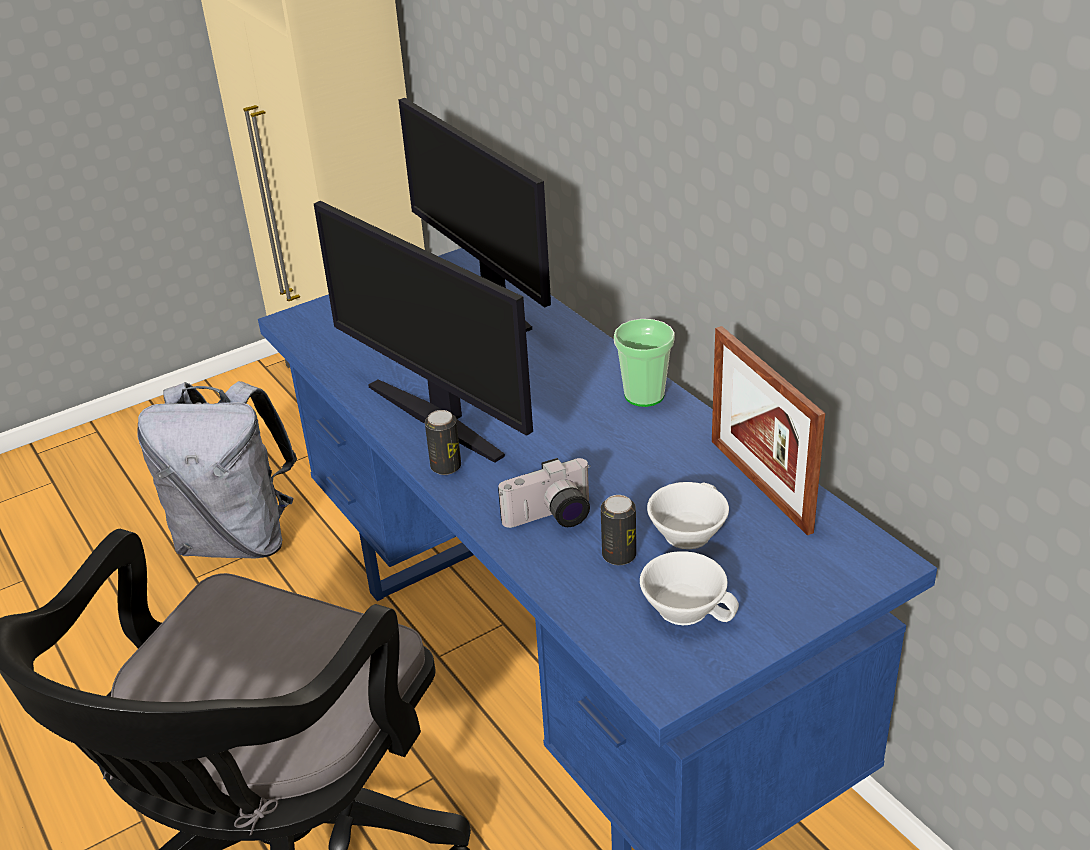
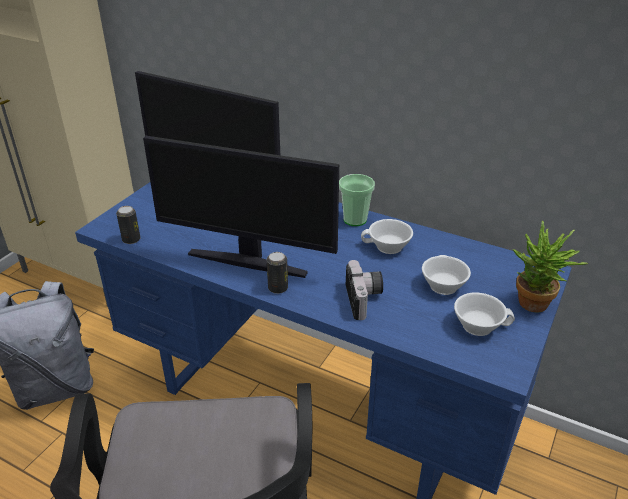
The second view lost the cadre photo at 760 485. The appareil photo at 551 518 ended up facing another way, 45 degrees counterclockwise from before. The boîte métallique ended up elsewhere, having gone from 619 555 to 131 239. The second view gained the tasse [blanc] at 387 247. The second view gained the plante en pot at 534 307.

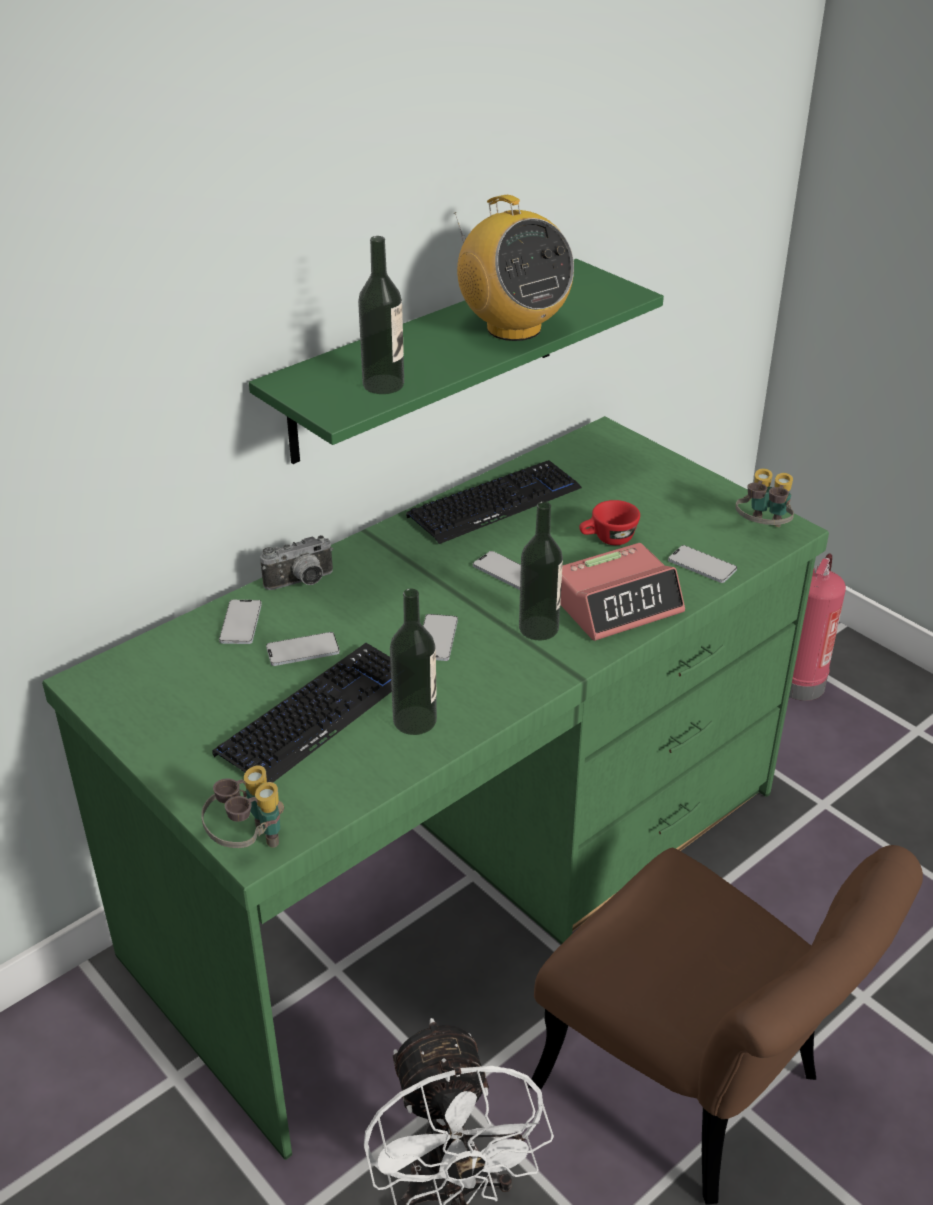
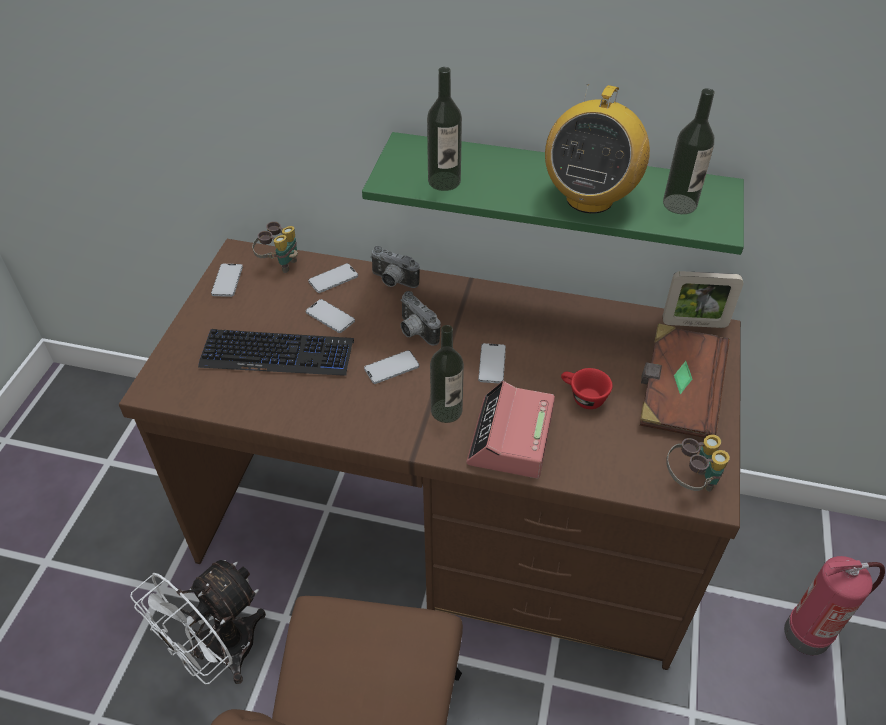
What was the bureau [vert] at 467 874 turned into the bureau [marron] at 444 529. The second view lost the clavier at 495 503. The réveil at 617 604 ended up facing another way, 75 degrees clockwise from before. The téléphone ended up elsewhere, having gone from 702 565 to 227 281. The bouteille ended up elsewhere, having gone from 415 720 to 679 204. The jumelles ended up elsewhere, having gone from 248 842 to 279 263. The second view gained the cadre photo at 694 324. The second view gained the appareil photo at 415 332. The second view gained the livre [marron] at 677 396.

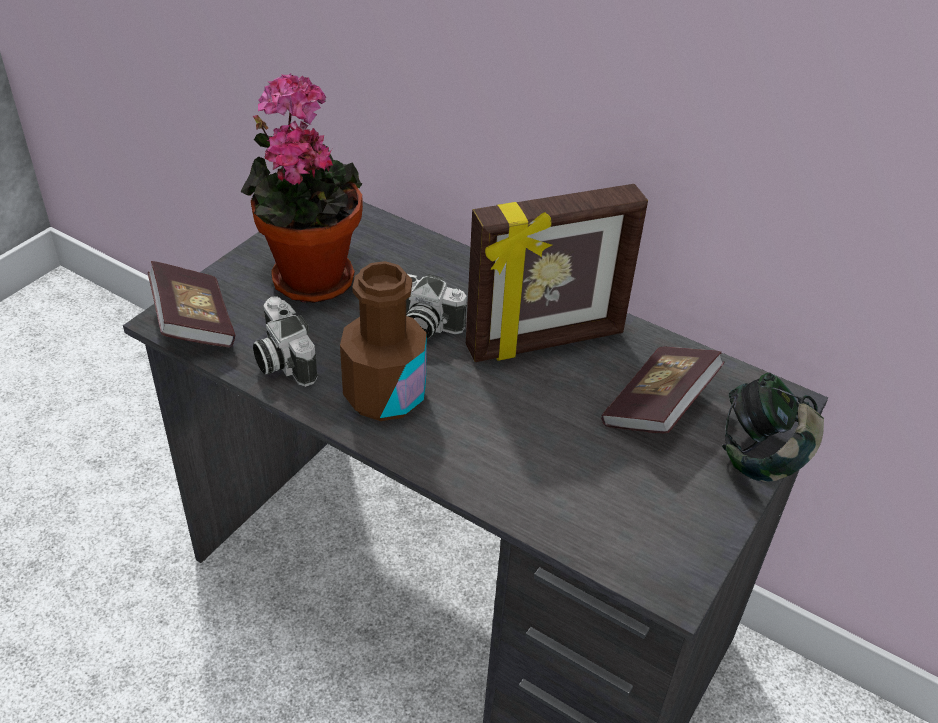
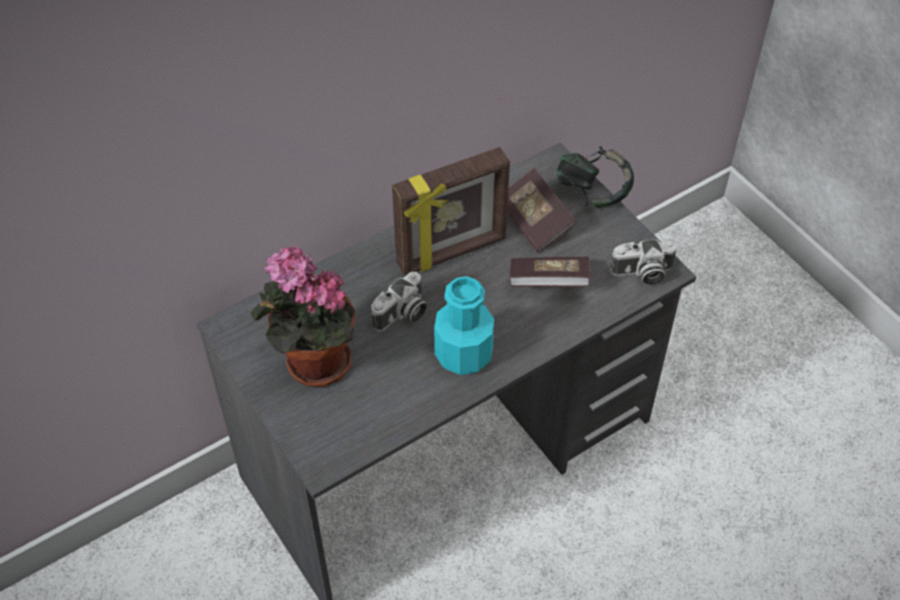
The cadre photo at 546 342 ended up facing another way, 60 degrees clockwise from before. The livre ended up elsewhere, having gone from 194 323 to 548 283. What was the bouteille [marron] at 385 395 turned into the bouteille [turquoise] at 463 354. The appareil photo ended up elsewhere, having gone from 281 360 to 642 273.

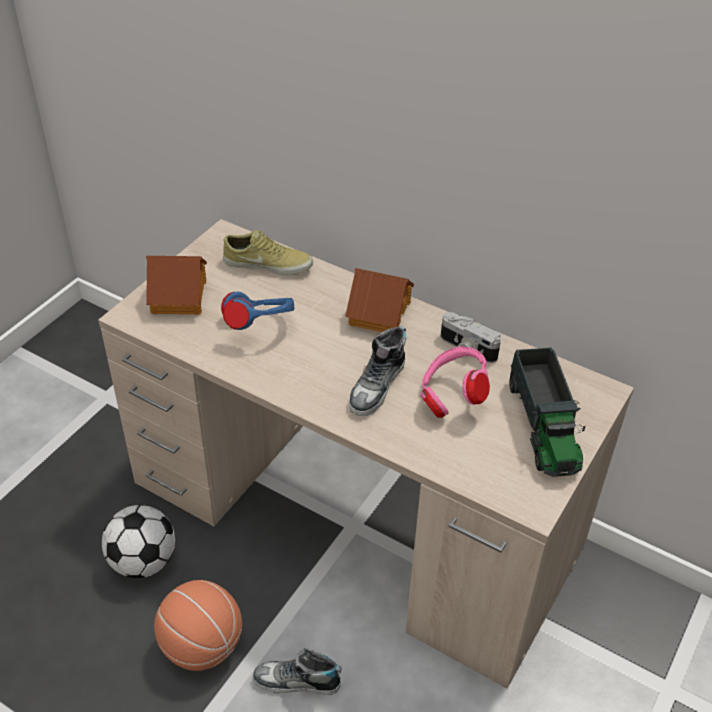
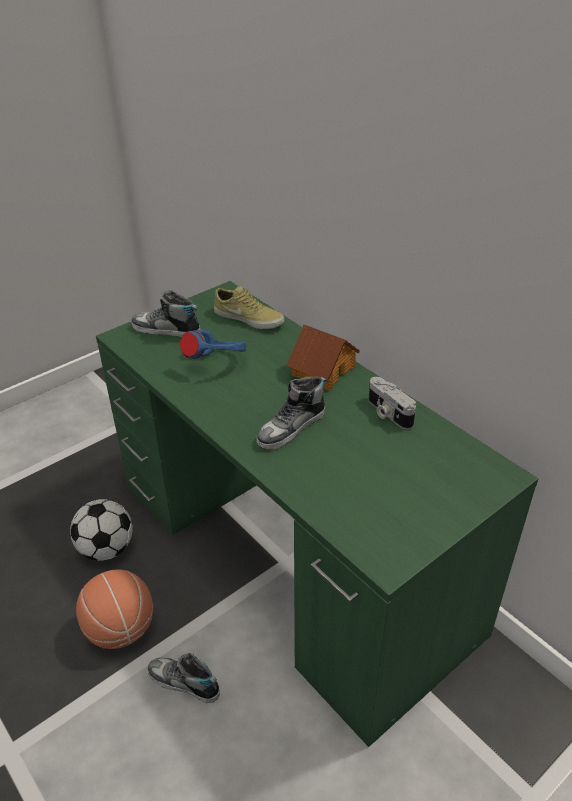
What was the bureau [beige] at 354 516 turned into the bureau [vert] at 290 555. Where the maison miniature stood at 180 296, the chaussure came to stand at 166 330. The second view lost the casque audio [rose] at 451 397. The second view lost the camion jouet at 543 425.

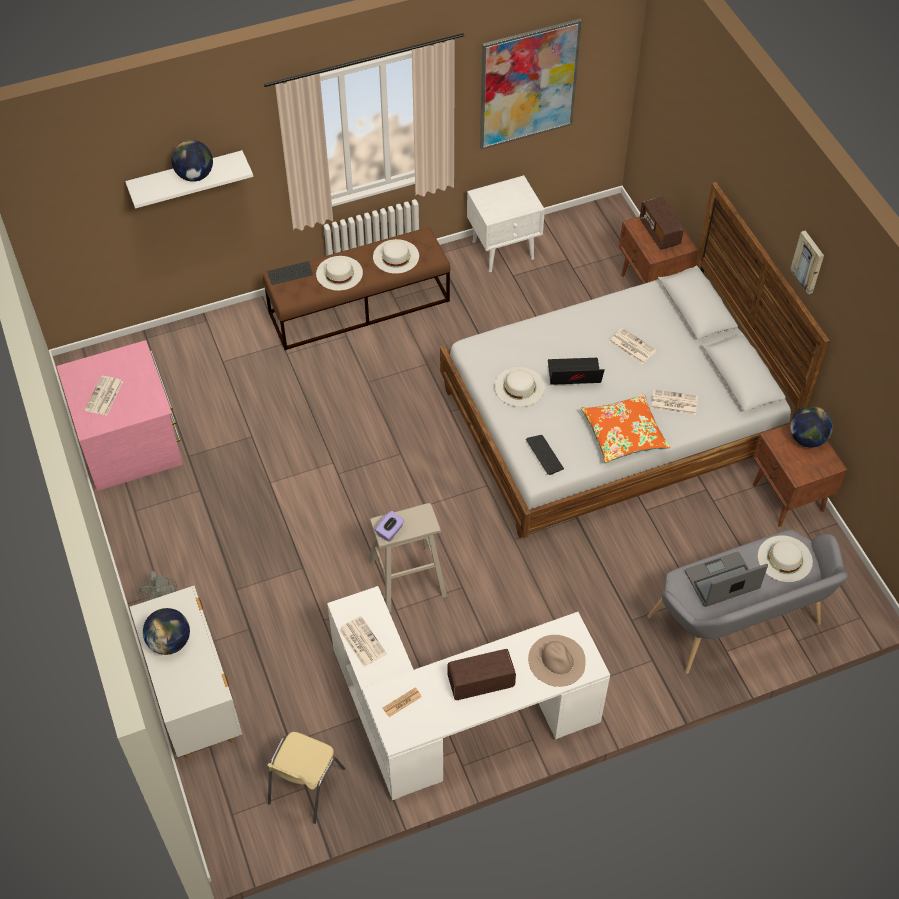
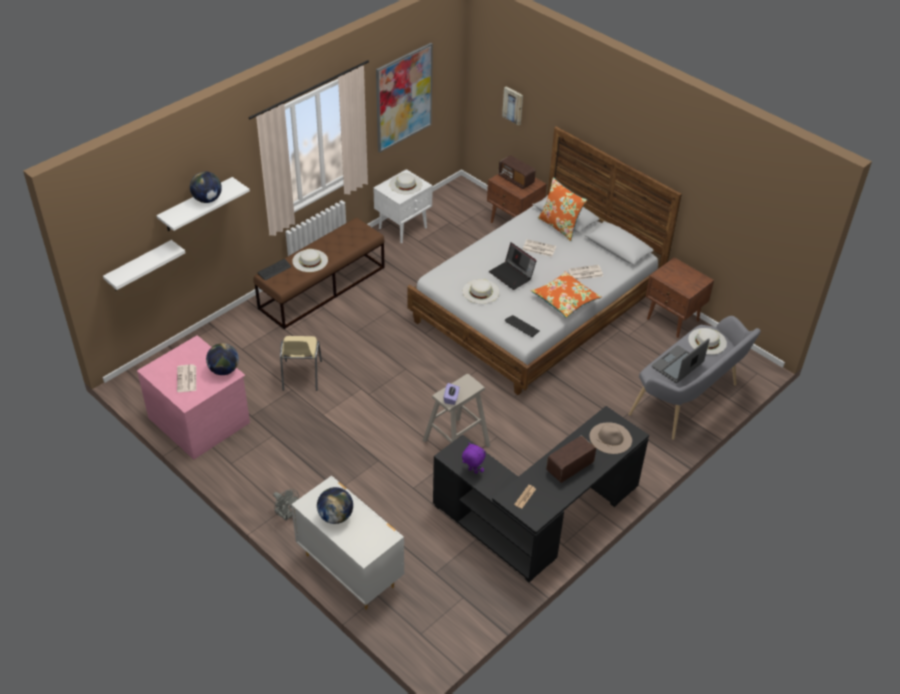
The tableau ended up elsewhere, having gone from 809 261 to 513 105. The chapeau [blanc] ended up elsewhere, having gone from 396 256 to 405 184. The ordinateur portable at 573 376 ended up facing another way, 105 degrees counterclockwise from before. The globe ended up elsewhere, having gone from 807 439 to 224 370. What was the bureau [blanc] at 454 719 turned into the bureau [noir] at 540 518. Where the journal stood at 361 641, the peluche [violet] came to stand at 472 471. The chaise [beige] ended up elsewhere, having gone from 305 786 to 301 376. The second view gained the coussin [orange] at 560 226. The second view gained the étagère [blanc] at 139 266.

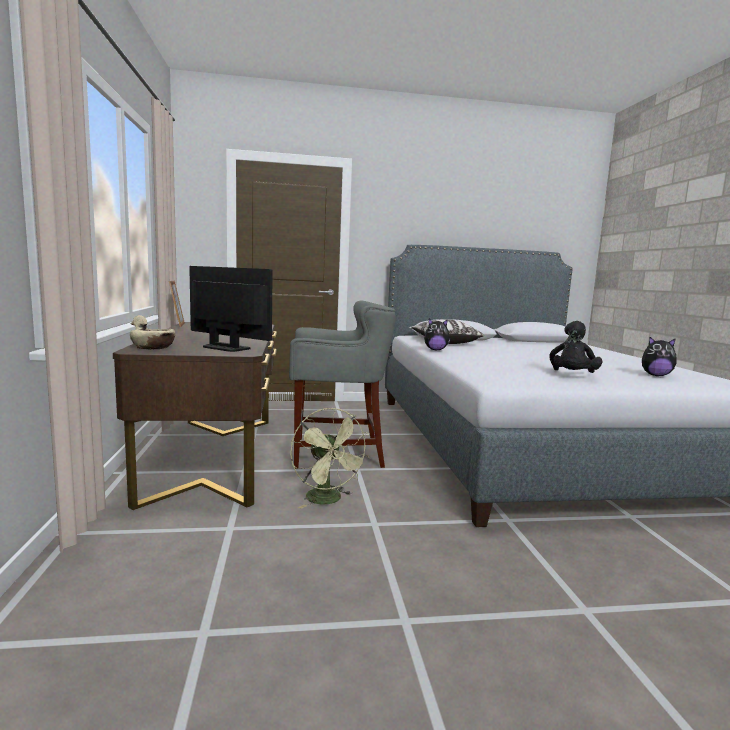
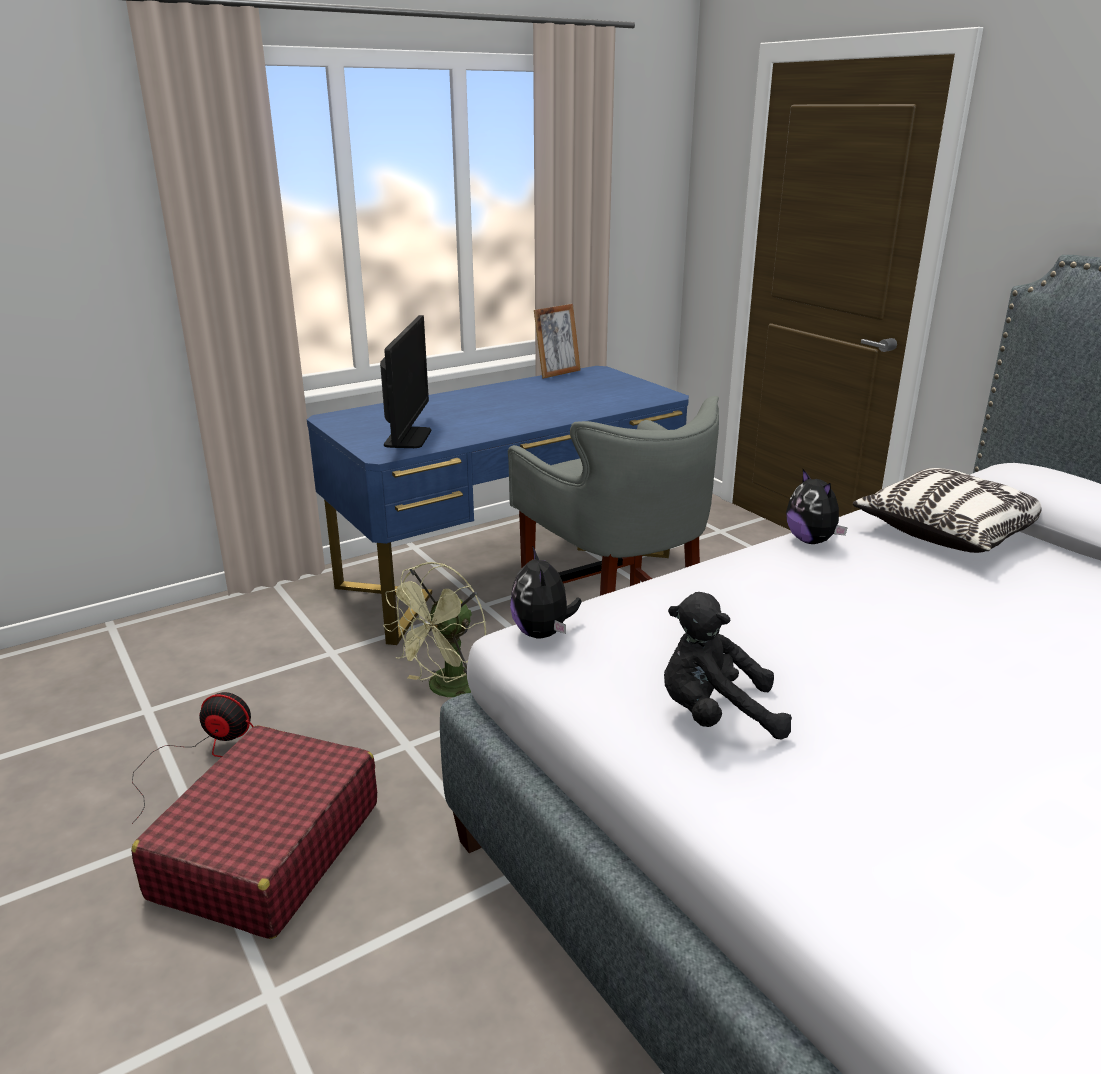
The second view lost the bol [beige] at 153 347. What was the bureau [marron] at 214 455 turned into the bureau [bleu] at 508 571. The peluche ended up elsewhere, having gone from 656 375 to 543 633. The second view gained the ventilateur at 203 756. The second view gained the valise [rouge] at 267 850.

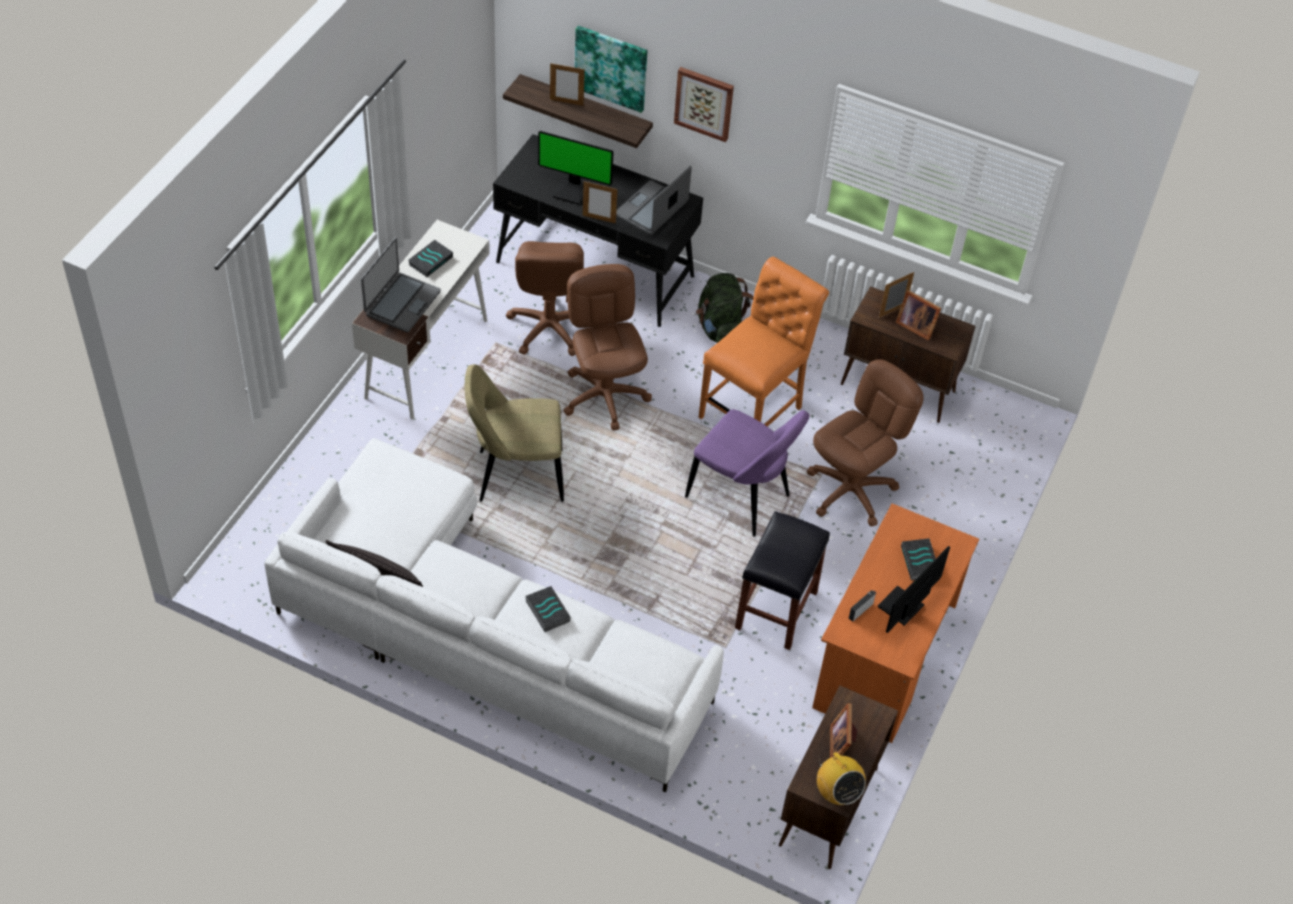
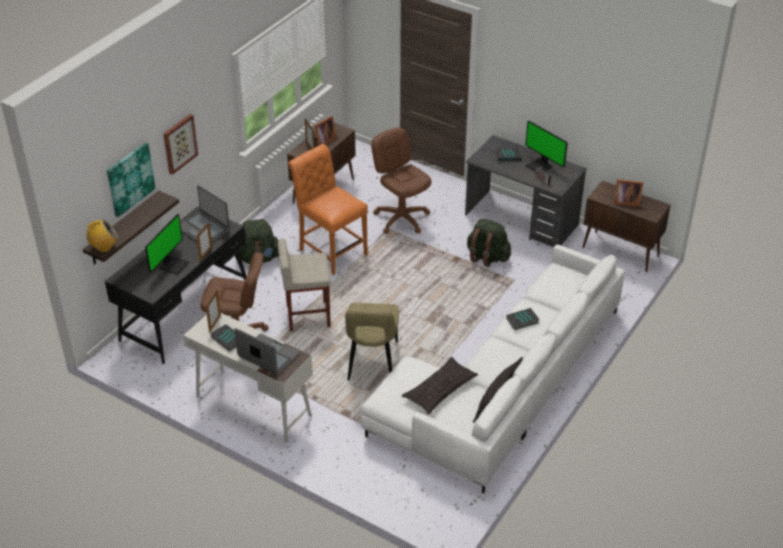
The cadre photo ended up elsewhere, having gone from 566 102 to 215 324. Where the chaise de bureau [marron] stood at 605 396, the tabouret [beige] came to stand at 307 316. The second view lost the chaise [violet] at 742 499. What was the bureau [orange] at 884 656 turned into the bureau [gris] at 521 220. Where the tabouret [noir] stood at 776 609, the sac à dos [vert] came to stand at 487 257. The radio ended up elsewhere, having gone from 837 792 to 104 247. The second view gained the coussin at 440 389.

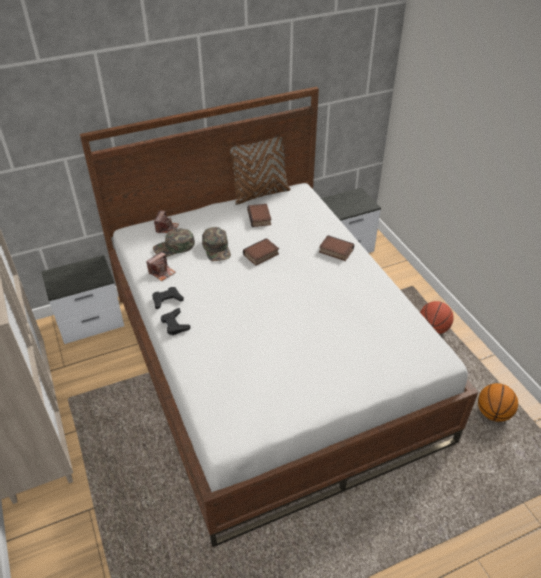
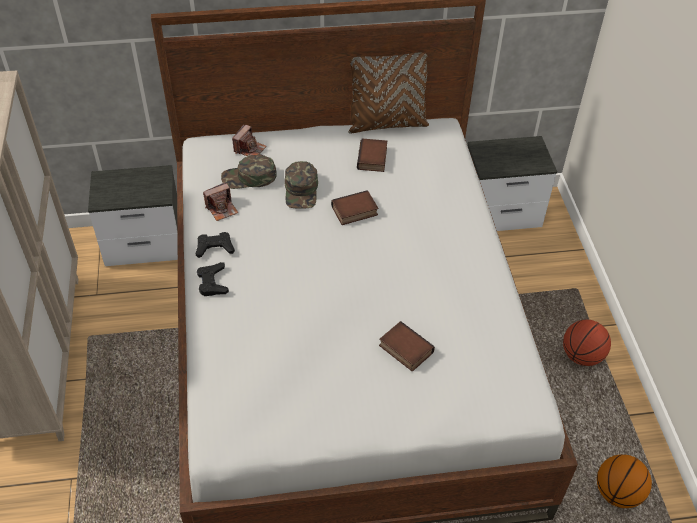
The livre ended up elsewhere, having gone from 335 251 to 404 349.

